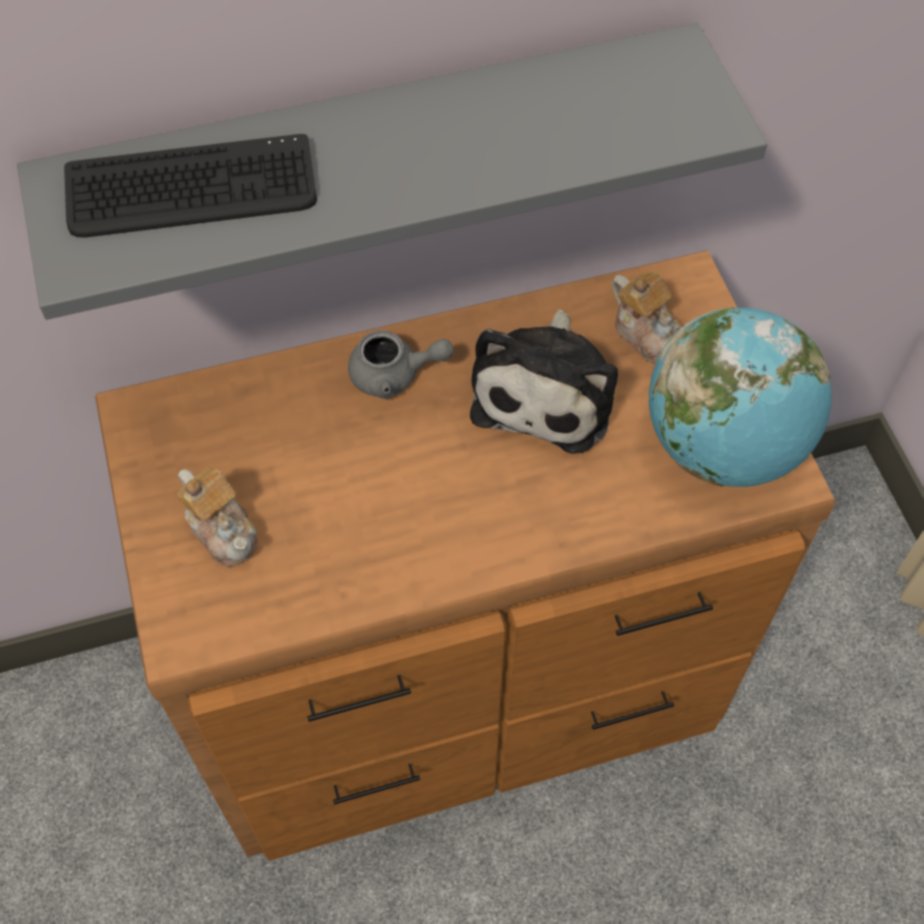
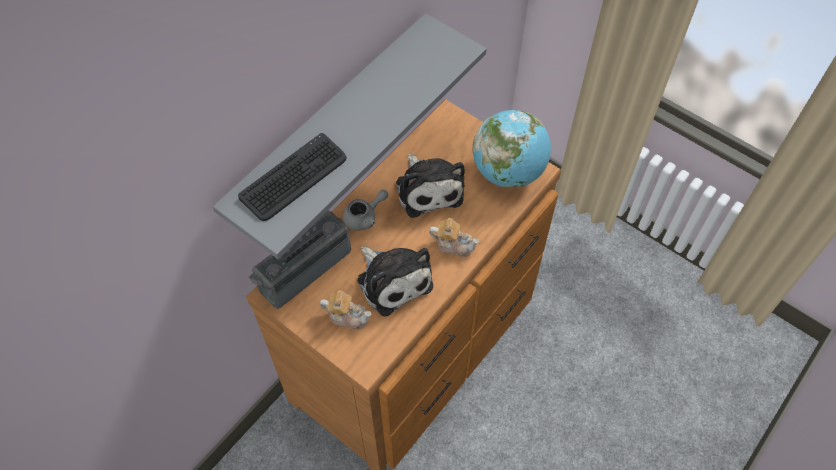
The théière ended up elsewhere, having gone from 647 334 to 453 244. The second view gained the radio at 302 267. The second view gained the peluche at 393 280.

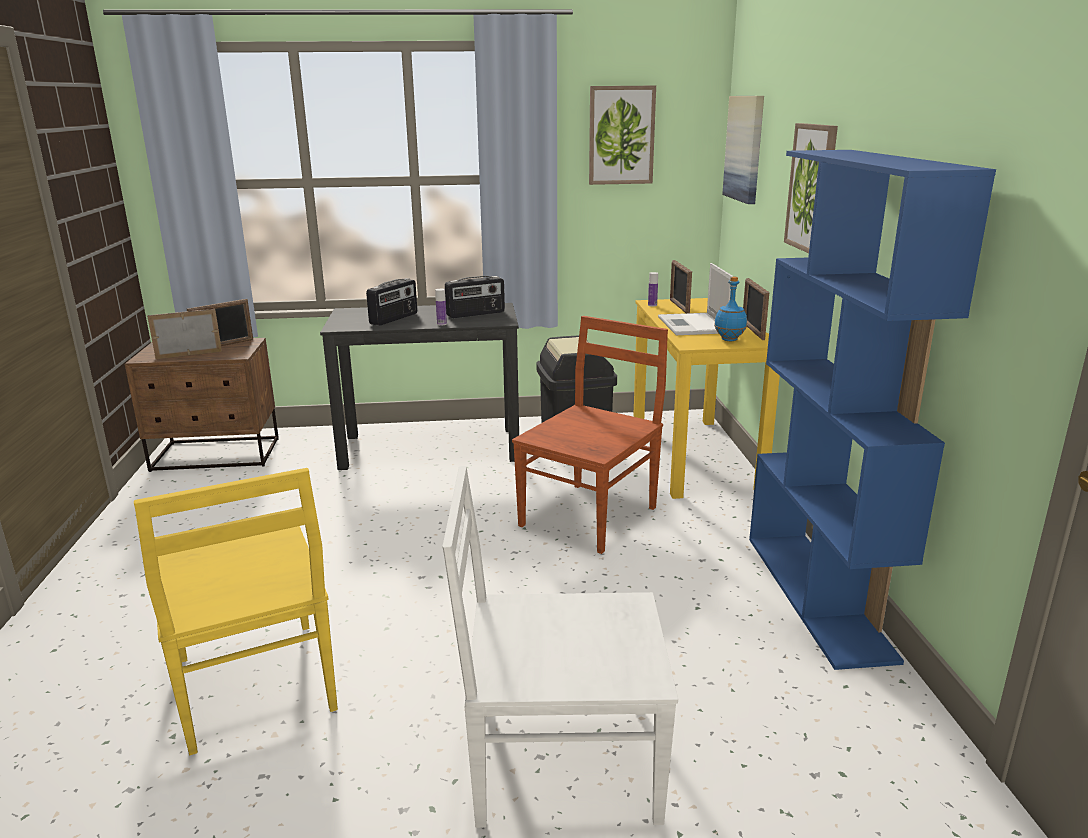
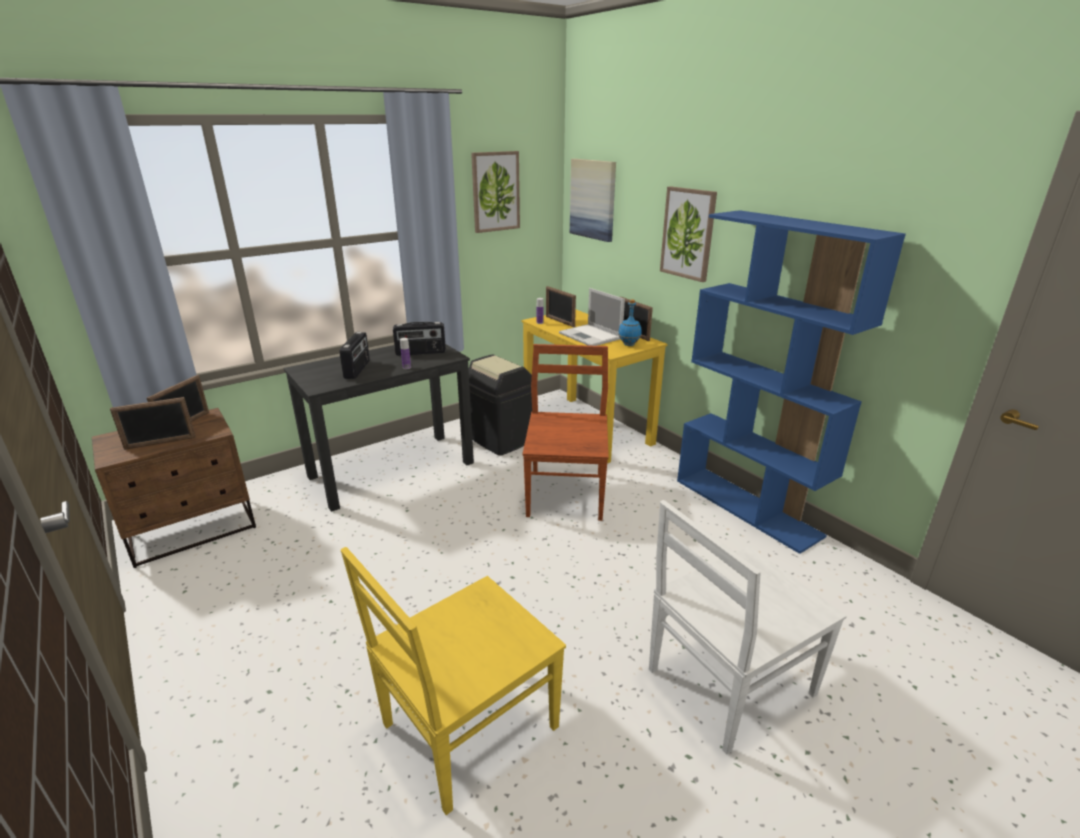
The radio at 476 314 ended up facing another way, 45 degrees clockwise from before. The cadre photo at 189 355 ended up facing another way, 150 degrees counterclockwise from before. The chaise [jaune] at 255 686 ended up facing another way, 105 degrees clockwise from before.

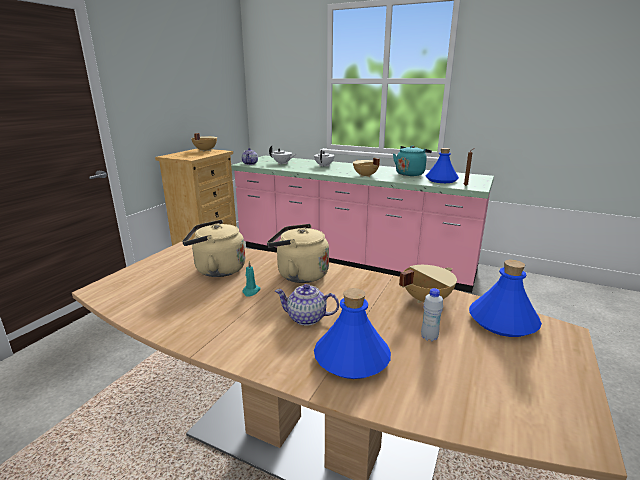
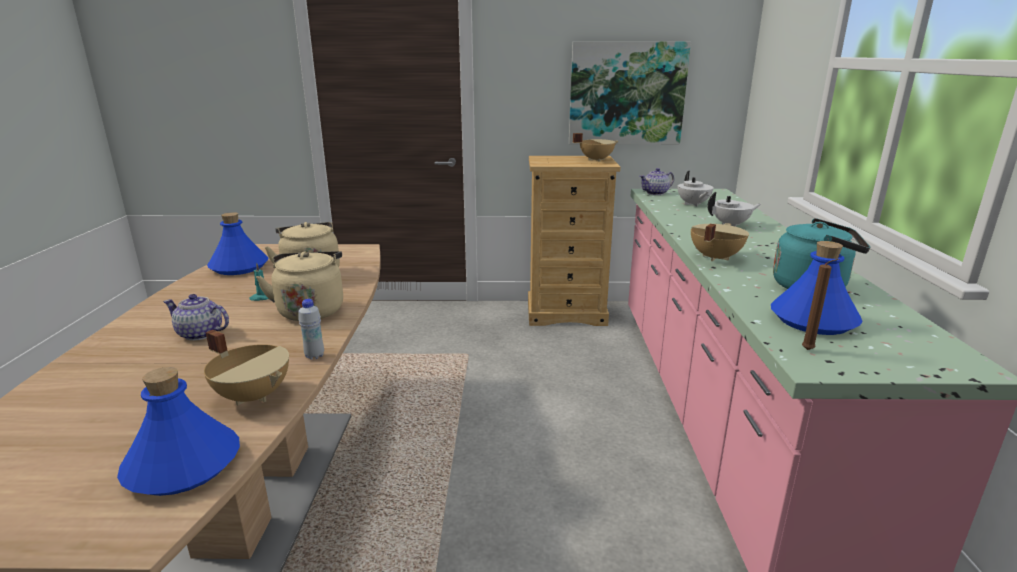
The théière at 307 318 ended up facing another way, 60 degrees counterclockwise from before. The bouteille [bleu] ended up elsewhere, having gone from 351 358 to 239 267. The bouteille [blanc] ended up elsewhere, having gone from 429 337 to 314 356. The second view gained the tableau at 626 94.

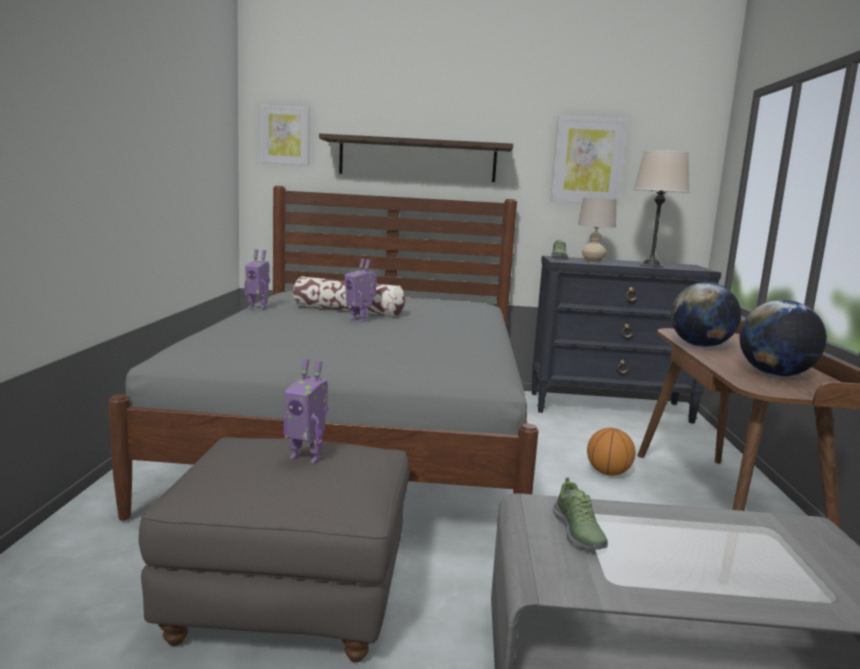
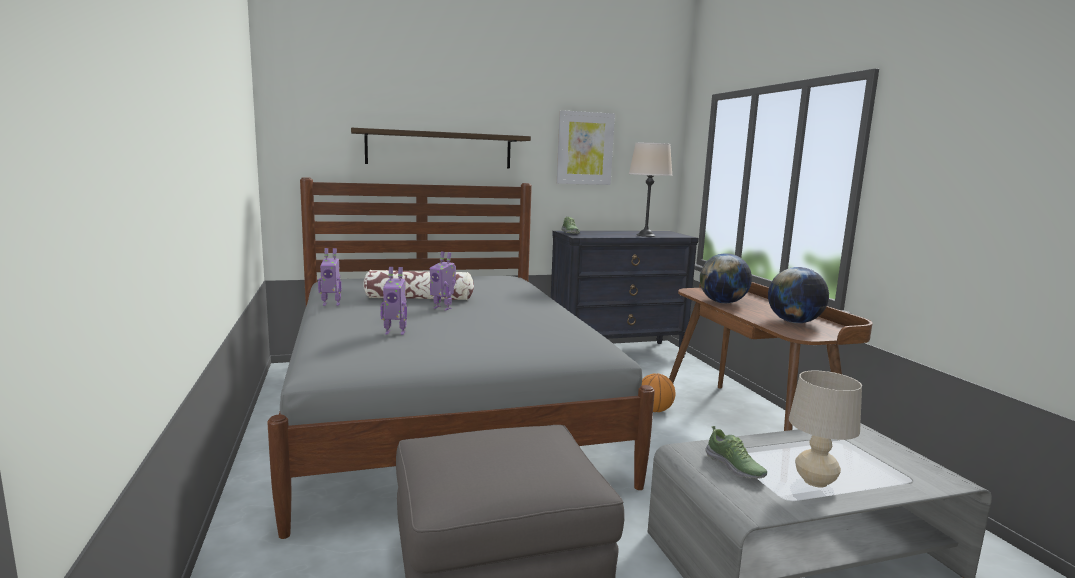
The second view lost the tableau at 285 135. The lampe de table [beige] ended up elsewhere, having gone from 592 262 to 815 481. The robot jouet ended up elsewhere, having gone from 306 457 to 395 332.

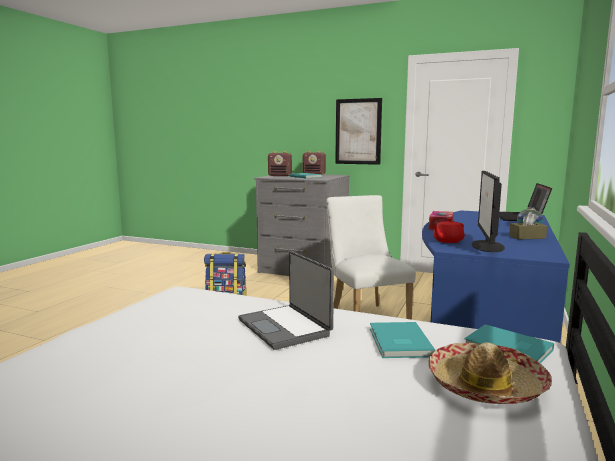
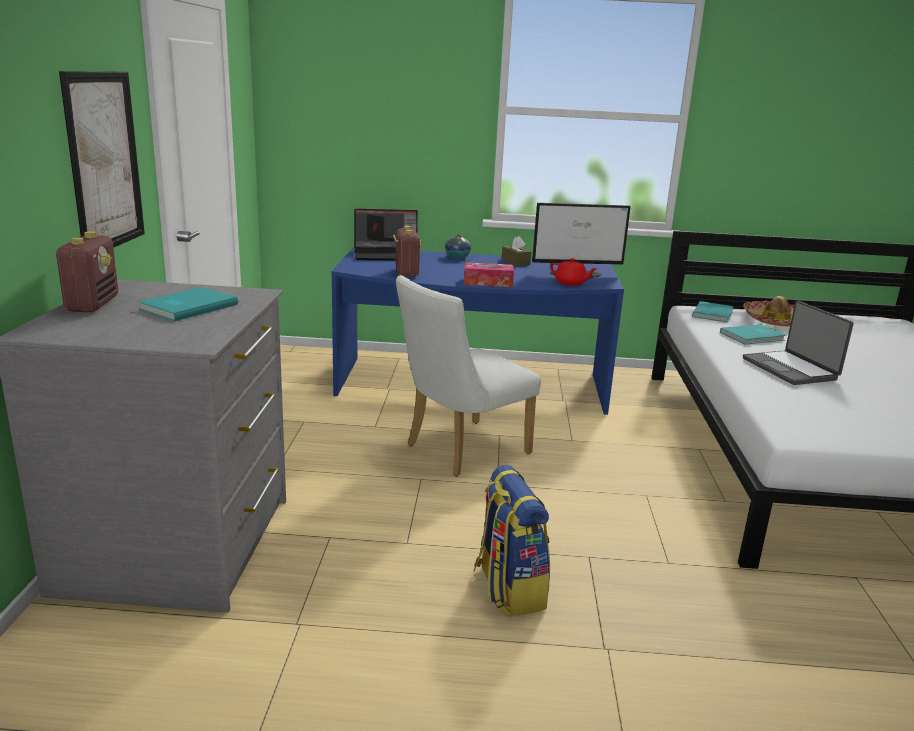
The radio ended up elsewhere, having gone from 280 175 to 406 273. The ordinateur portable at 285 327 ended up facing another way, 120 degrees clockwise from before.

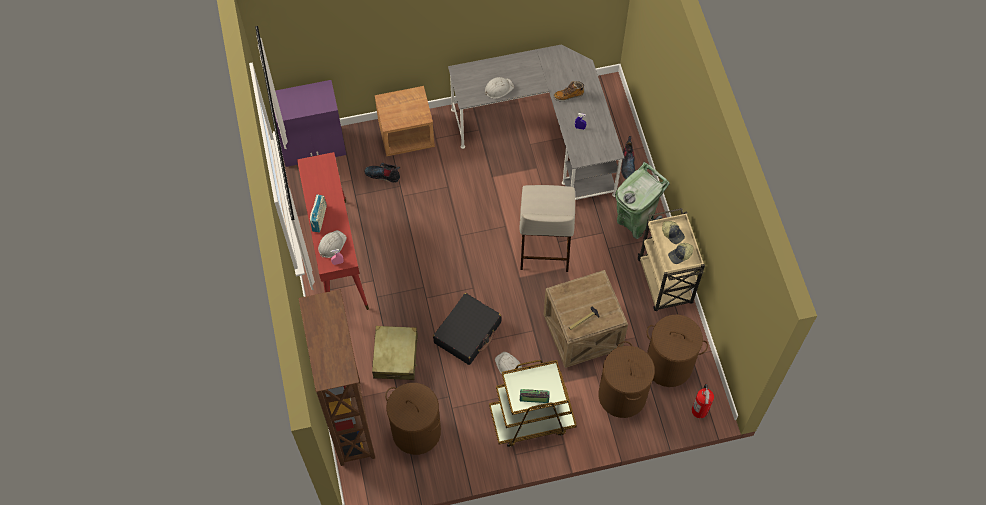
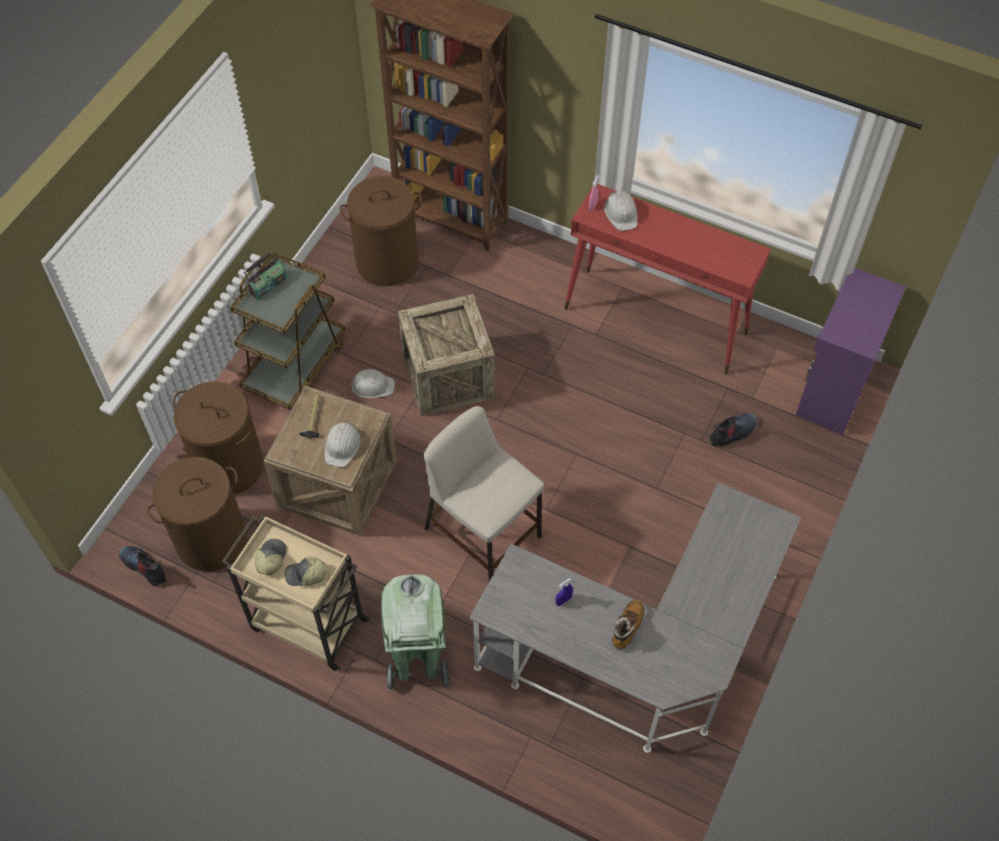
The casque de chantier [blanc] ended up elsewhere, having gone from 498 88 to 342 446. The second view lost the table de chevet [marron] at 406 135. The botte ended up elsewhere, having gone from 628 165 to 145 567. The second view lost the radio at 319 218. Where the valise [noir] stood at 468 333, the caisse came to stand at 448 377. The second view lost the valise [beige] at 395 356. The second view lost the extincteur at 700 410.

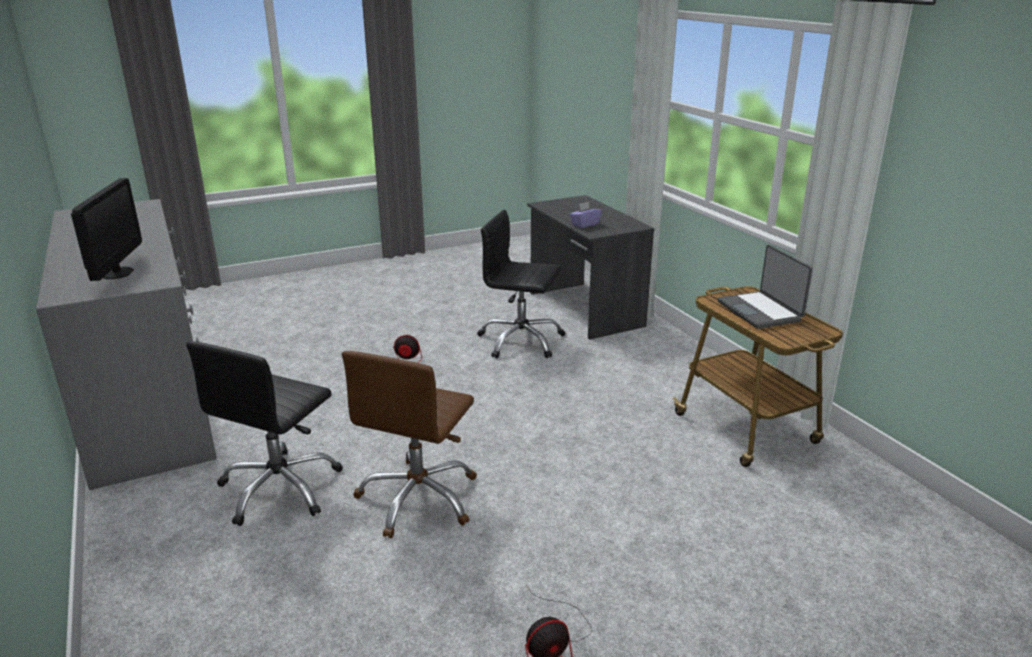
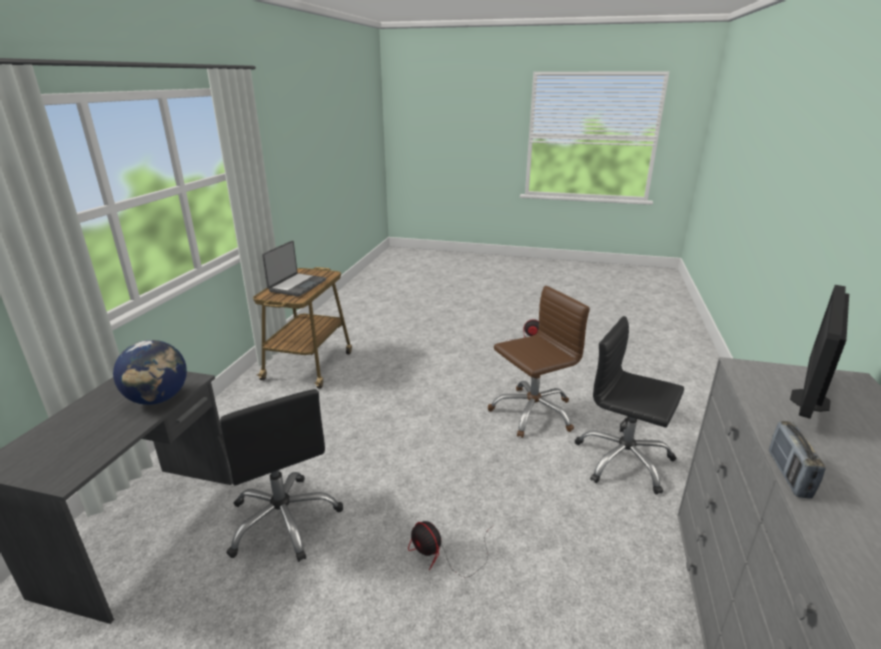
Where the boîte à mouchoirs [violet] stood at 585 224, the globe came to stand at 158 399. The chaise de bureau [noir] at 280 488 ended up facing another way, 120 degrees counterclockwise from before. The second view gained the radio at 788 474.

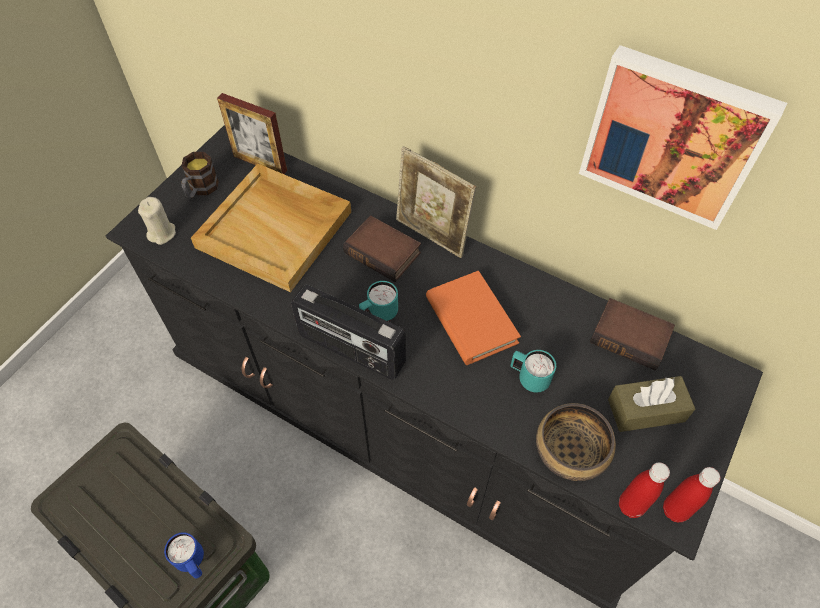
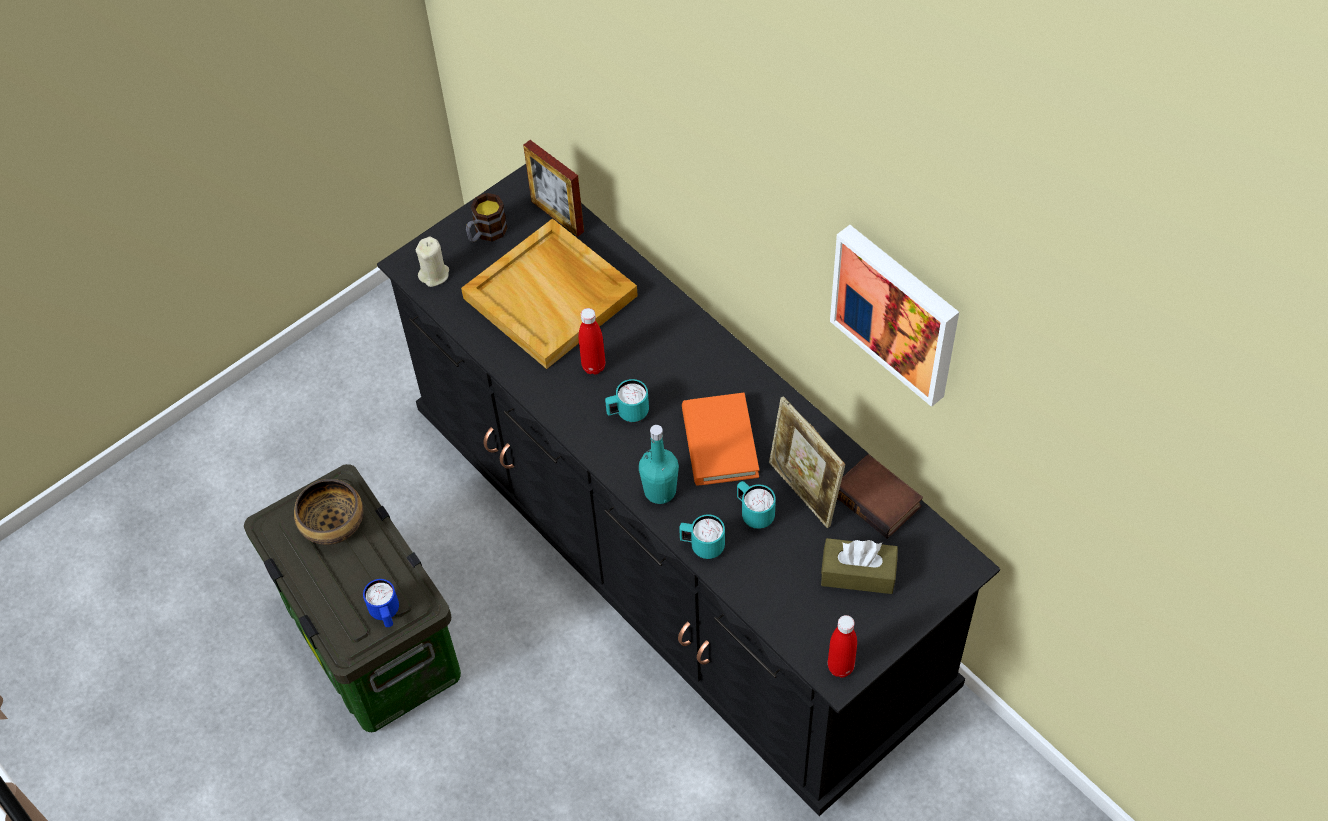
The cadre photo ended up elsewhere, having gone from 431 236 to 803 493. The second view lost the livre at 384 252. The second view lost the radio at 351 350. The bol ended up elsewhere, having gone from 570 452 to 332 523. The bouteille [rouge] ended up elsewhere, having gone from 630 506 to 593 366. The second view gained the bouteille [turquoise] at 660 491. The second view gained the mug [turquoise] at 702 546.

